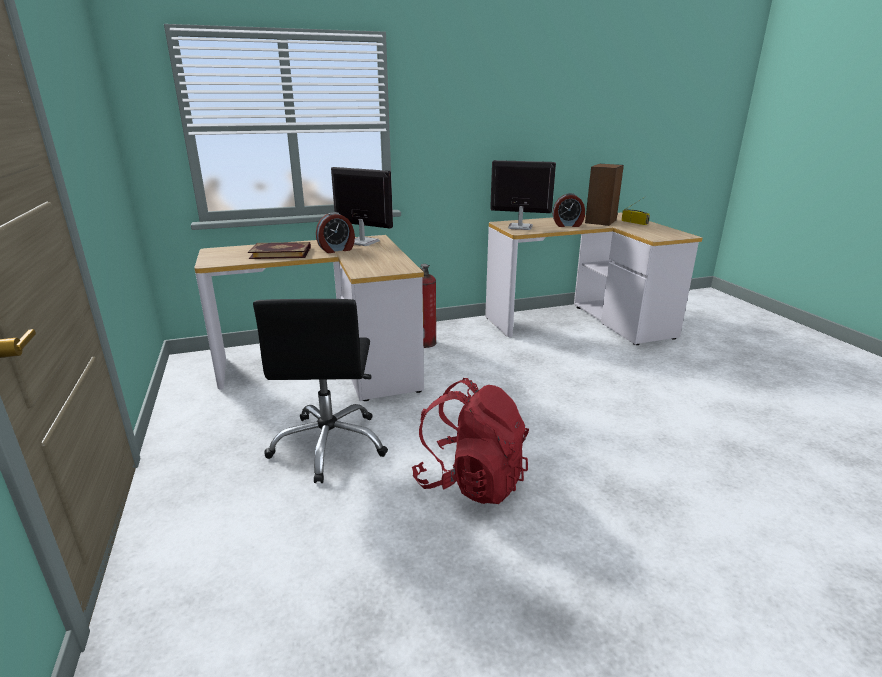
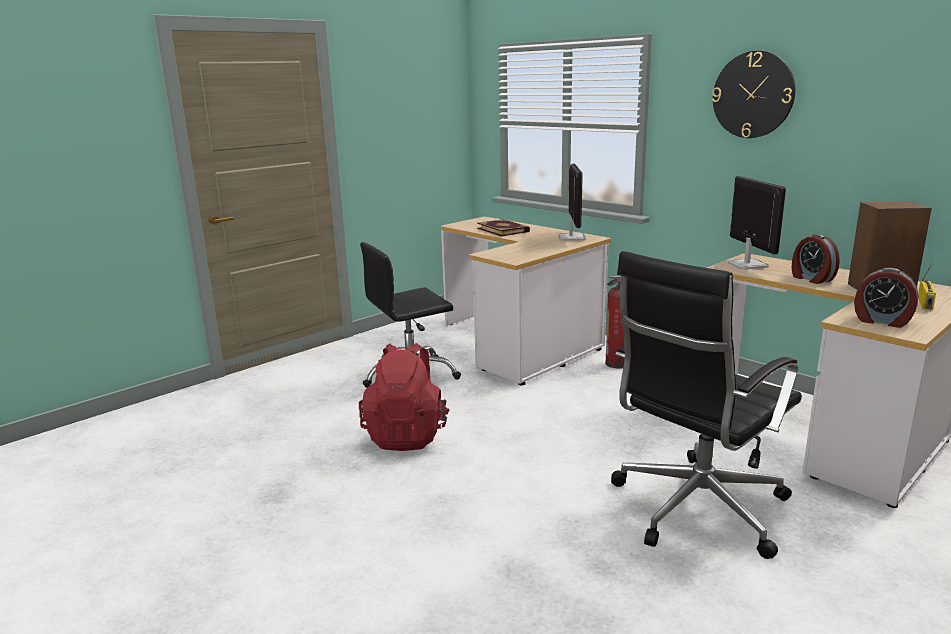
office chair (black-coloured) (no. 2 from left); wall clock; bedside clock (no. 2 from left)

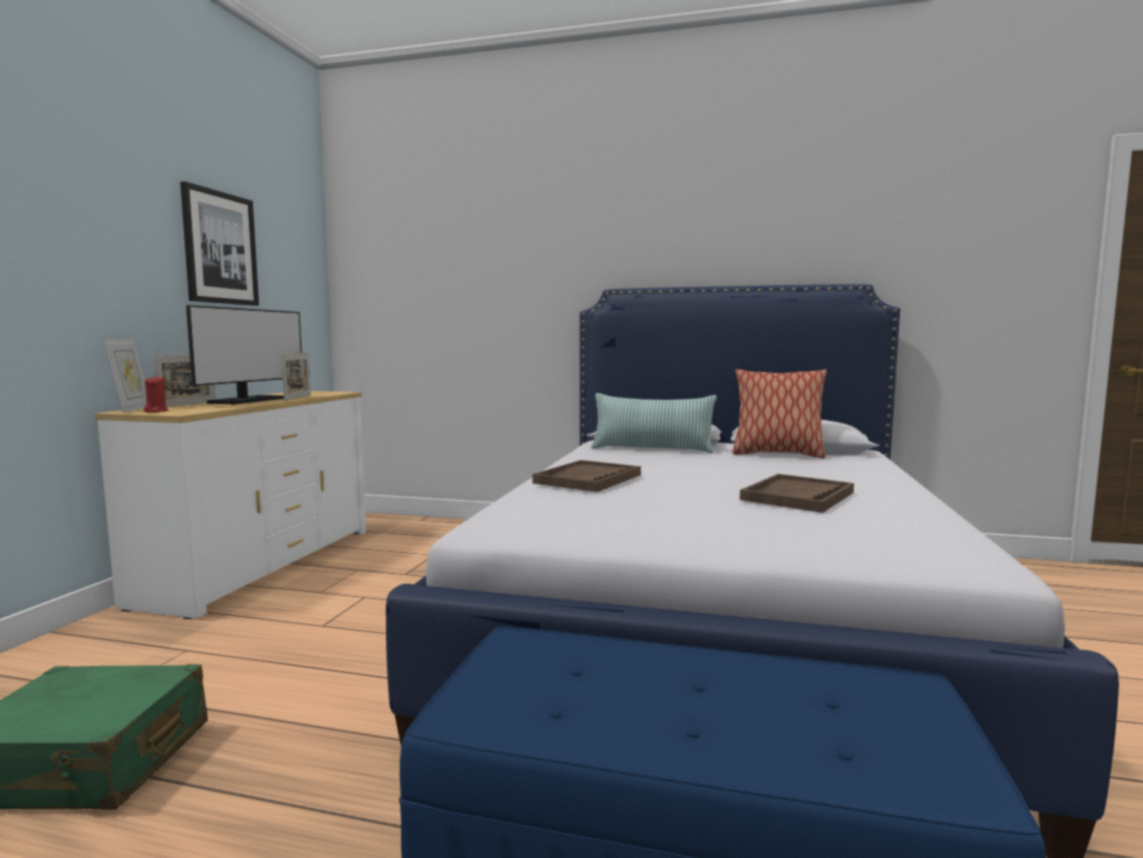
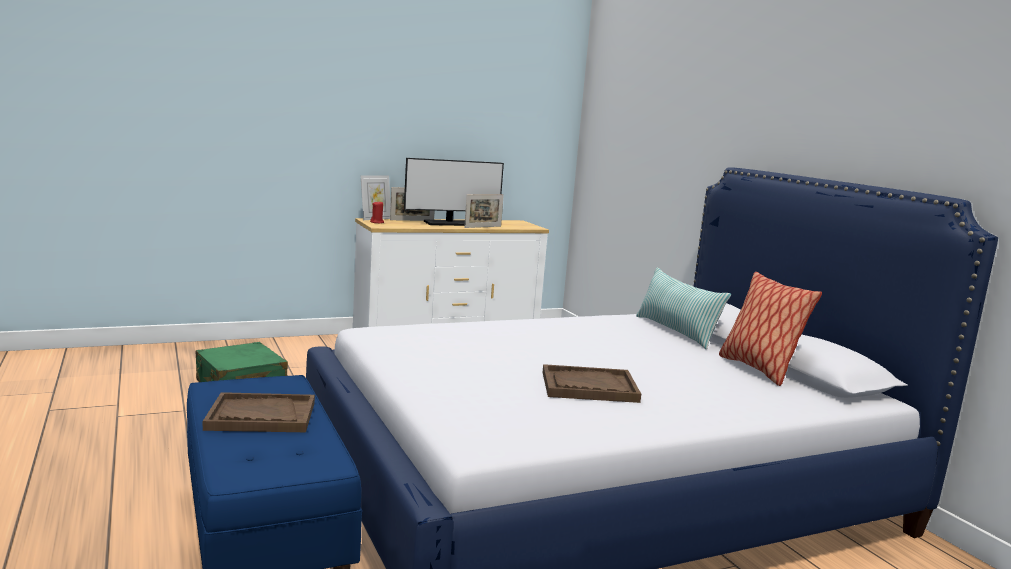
serving tray (brownish) (no. 1 from left); wall art

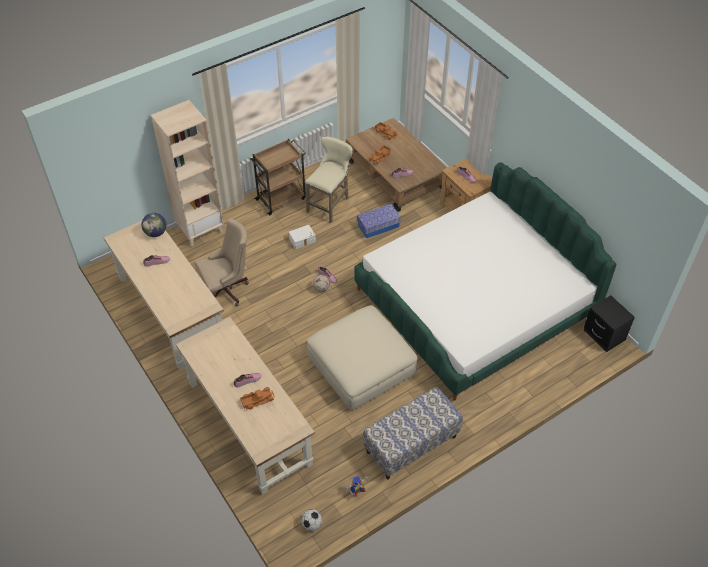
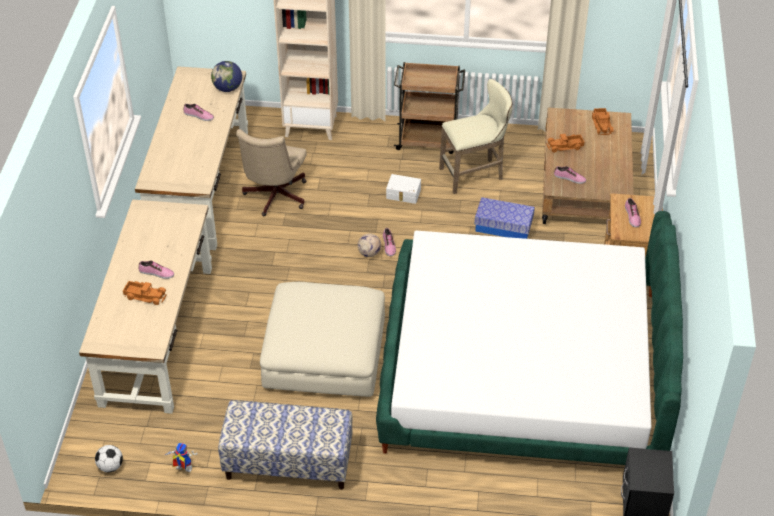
office chair (beige)

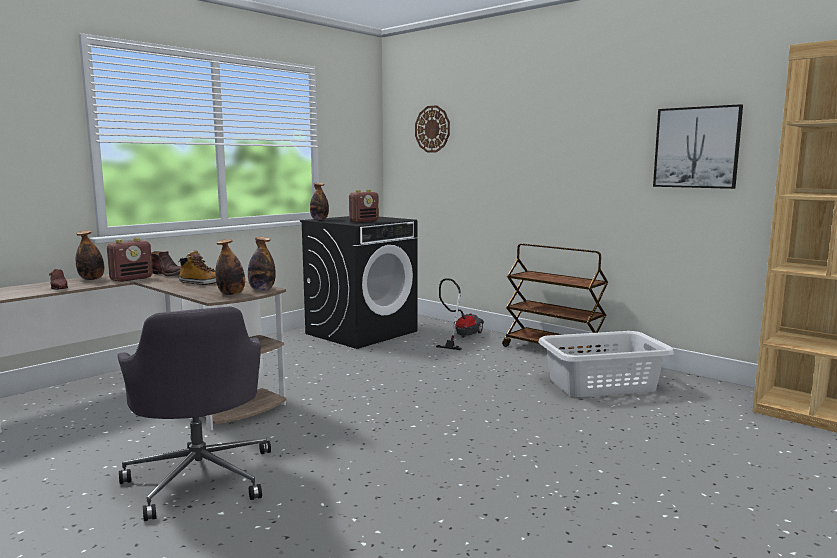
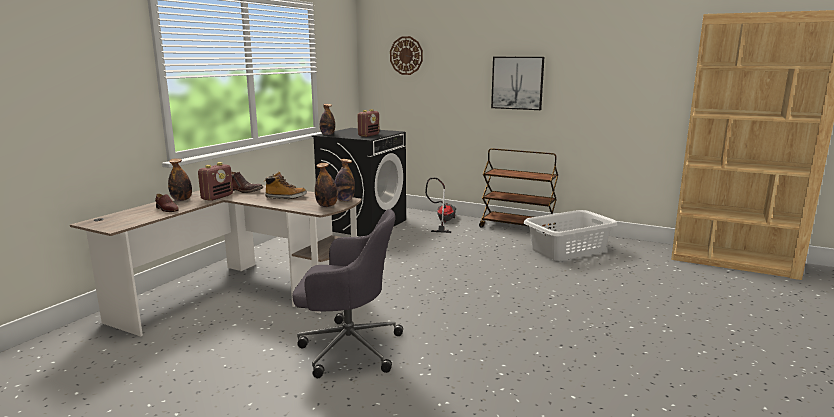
office chair (gray); wall art

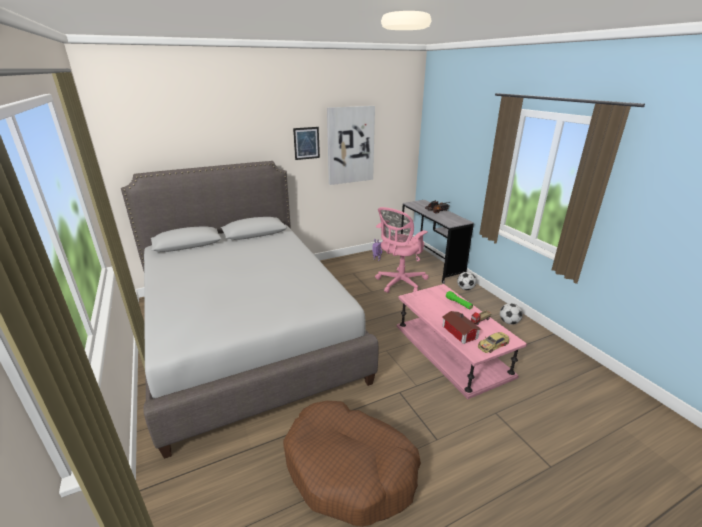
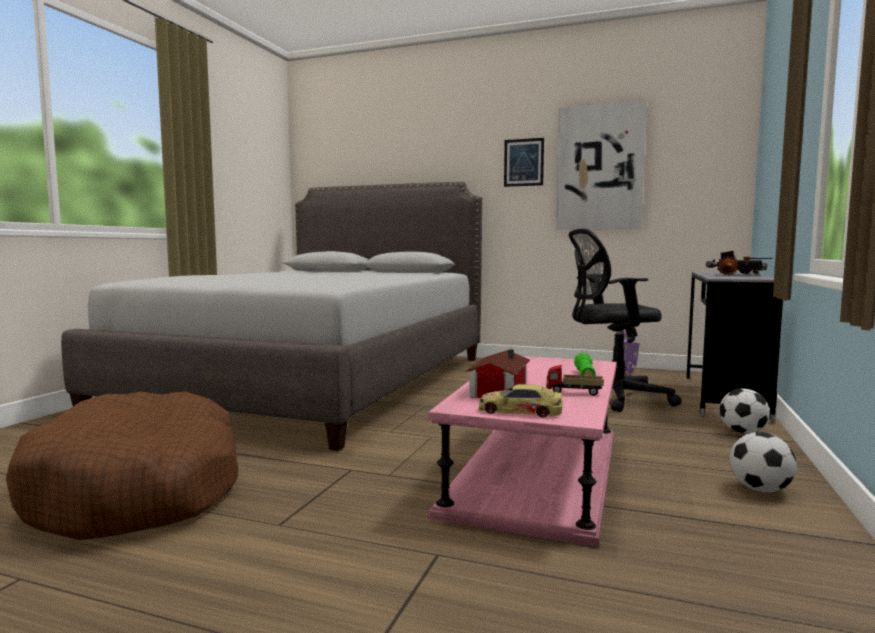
office chair (black-coloured)

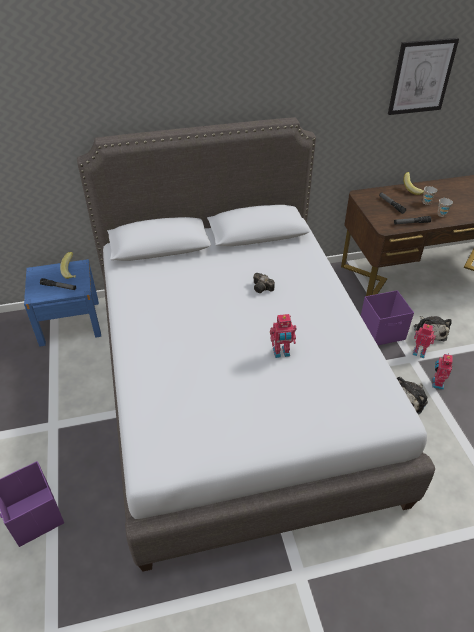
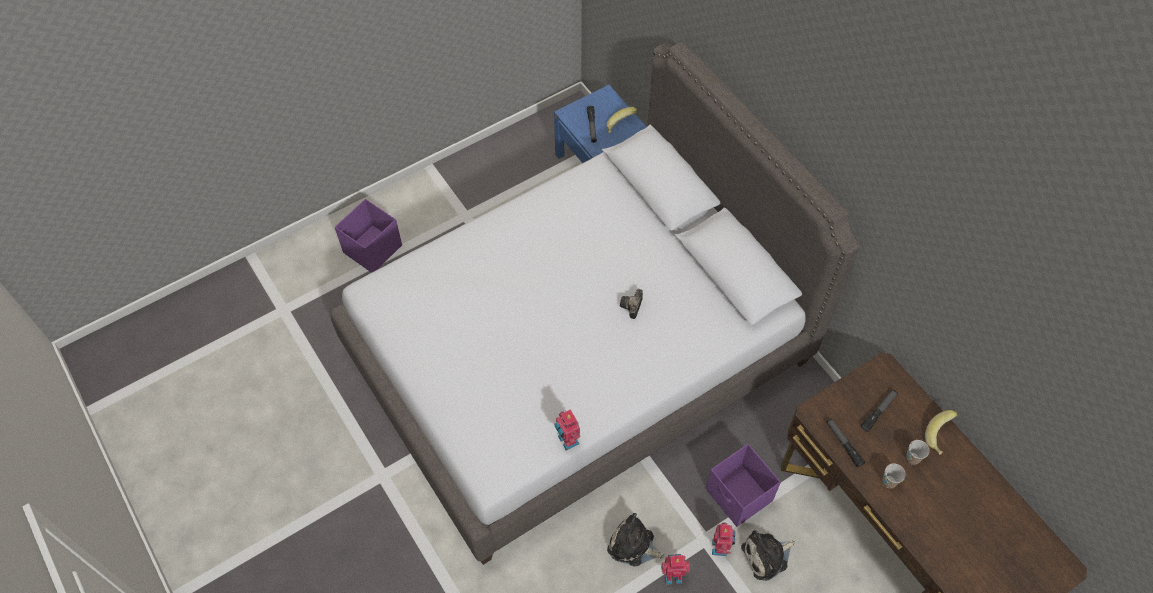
robot figure (no. 1 from left); wall art

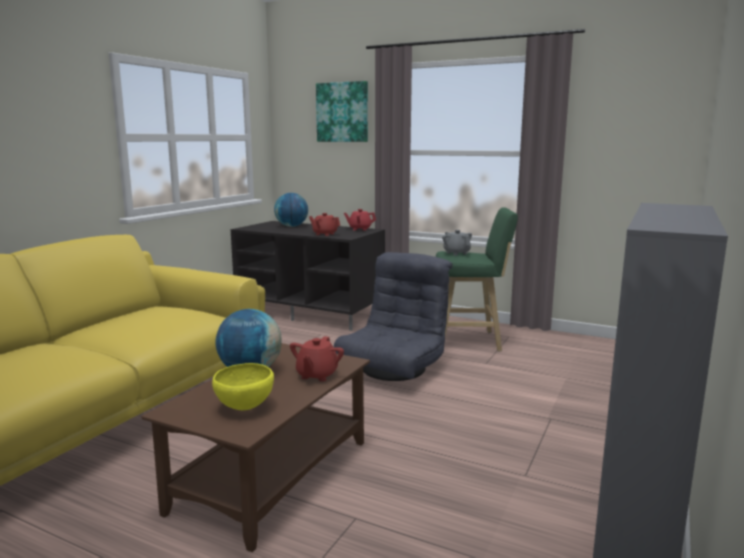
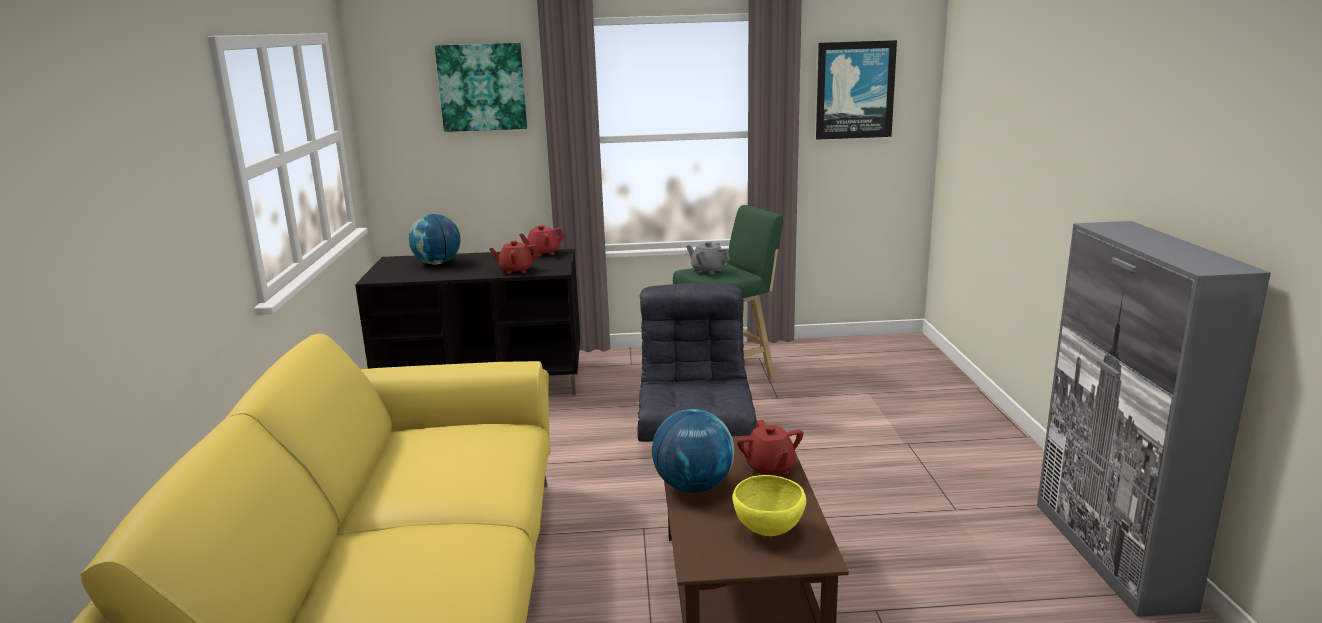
wall art (no. 2 from left)

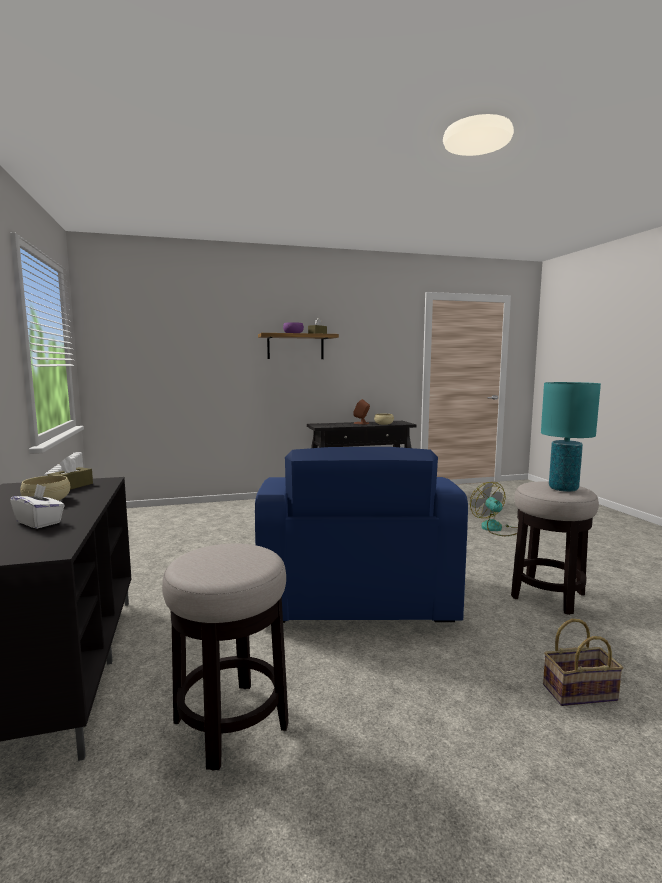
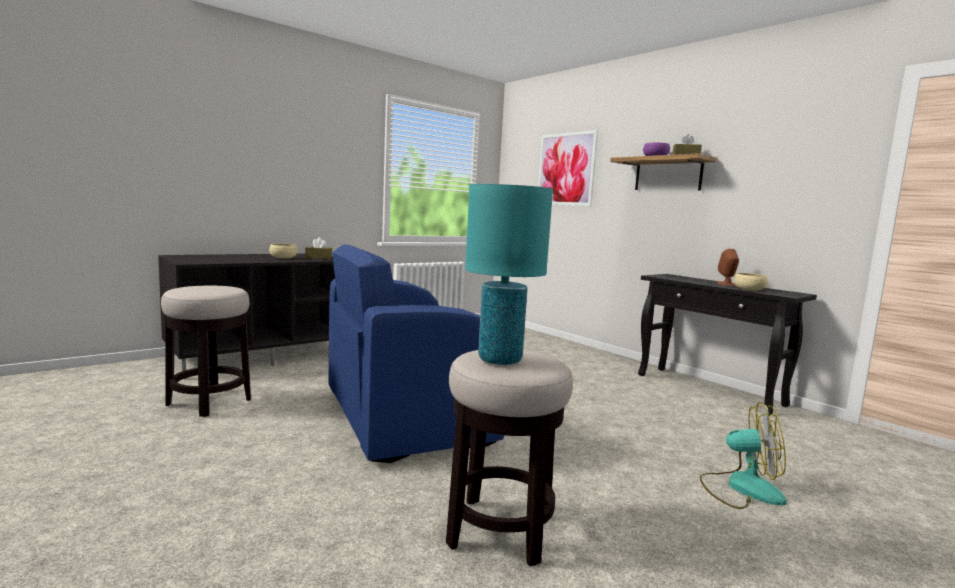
wall art; electric fan; tissue box (white-coloured); household basket

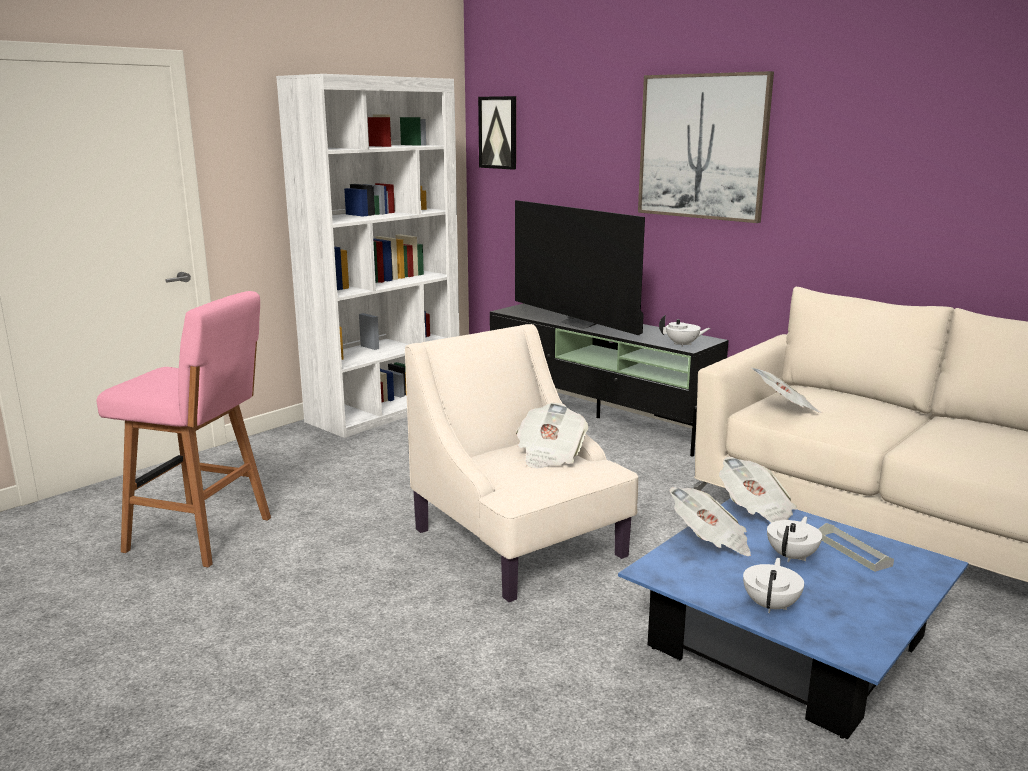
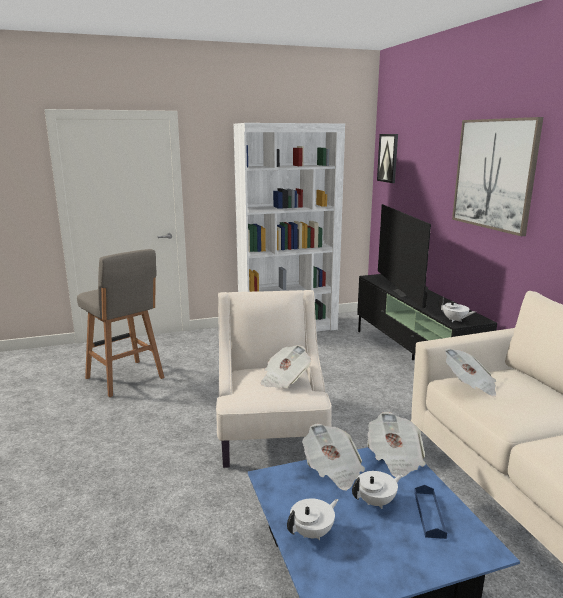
sitting stool (gray); serving tray (blue-coloured)

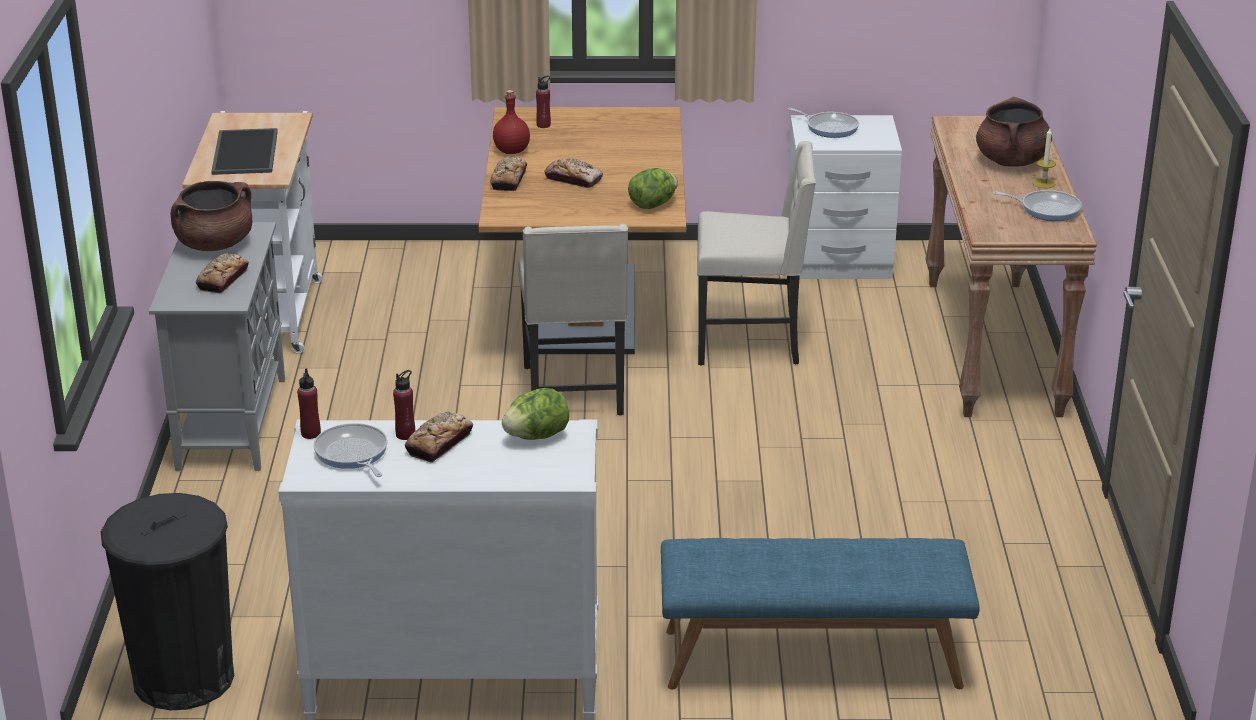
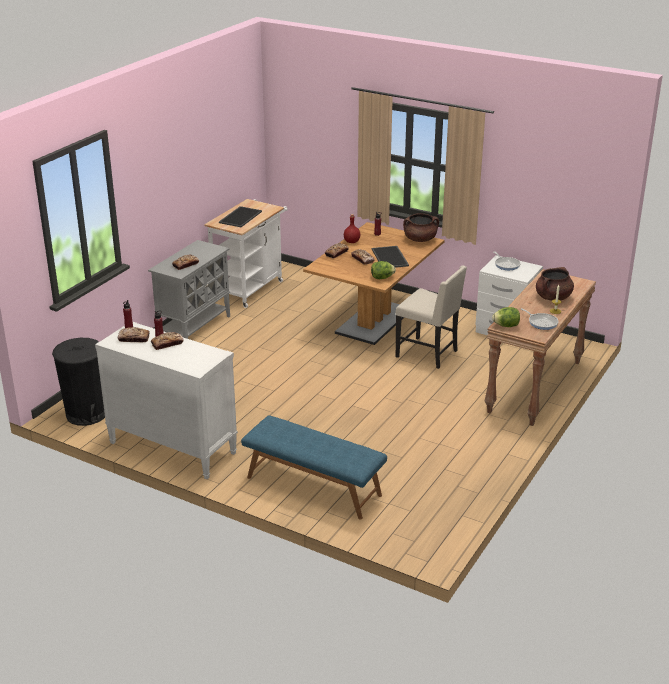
bread (no. 1 from left); serving tray (no. 2 from left); stockpot (brownish) (no. 1 from left); head of lettuce (no. 2 from left); chair (beige) (no. 1 from left in the first image)

